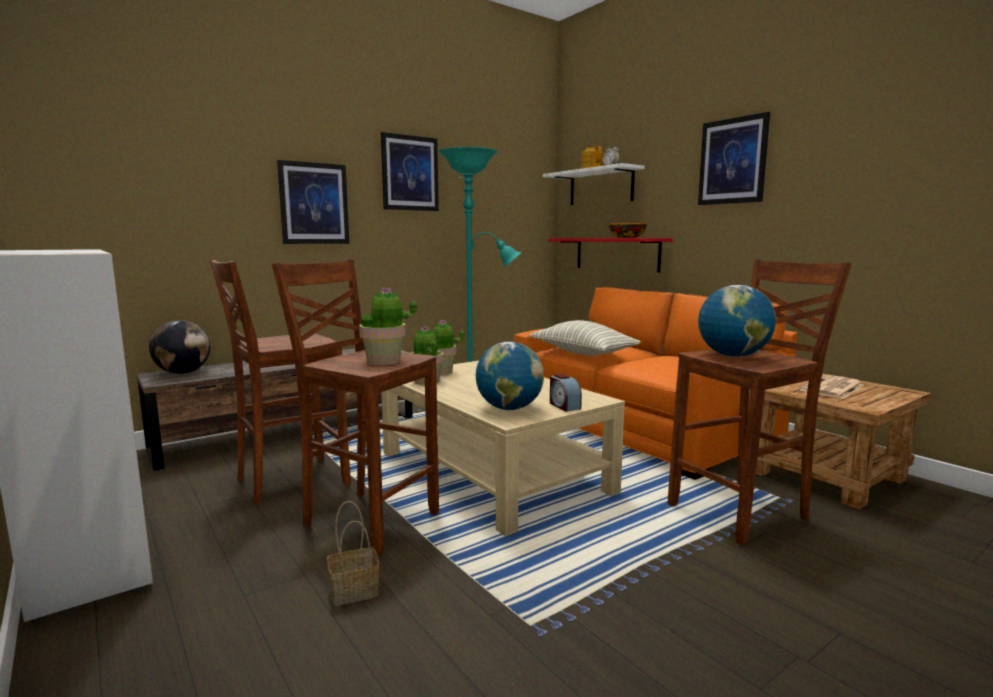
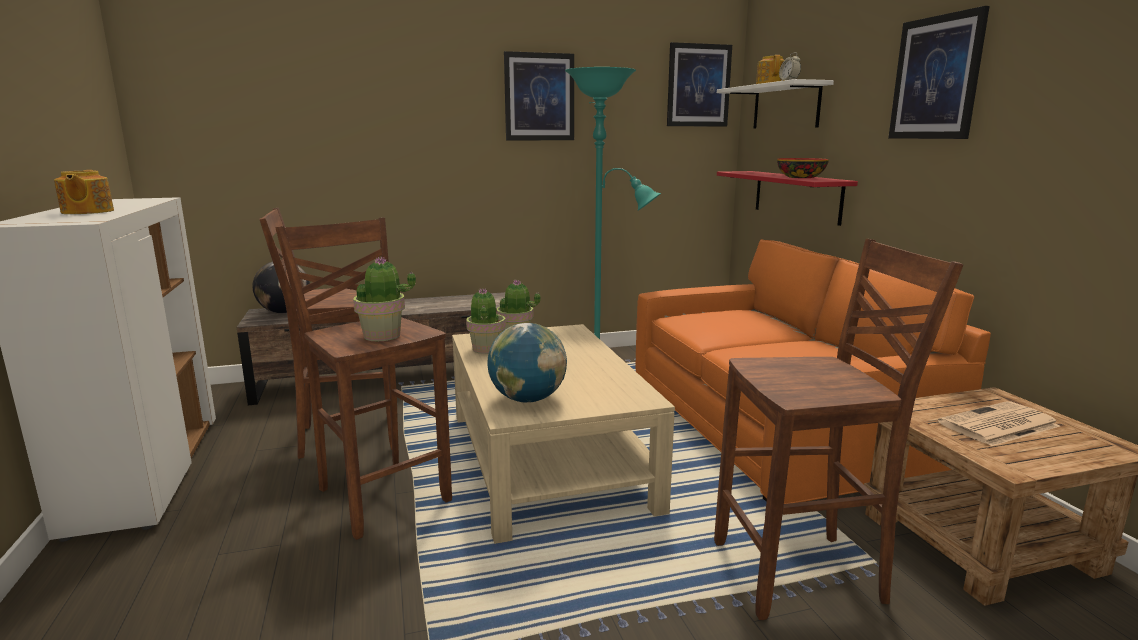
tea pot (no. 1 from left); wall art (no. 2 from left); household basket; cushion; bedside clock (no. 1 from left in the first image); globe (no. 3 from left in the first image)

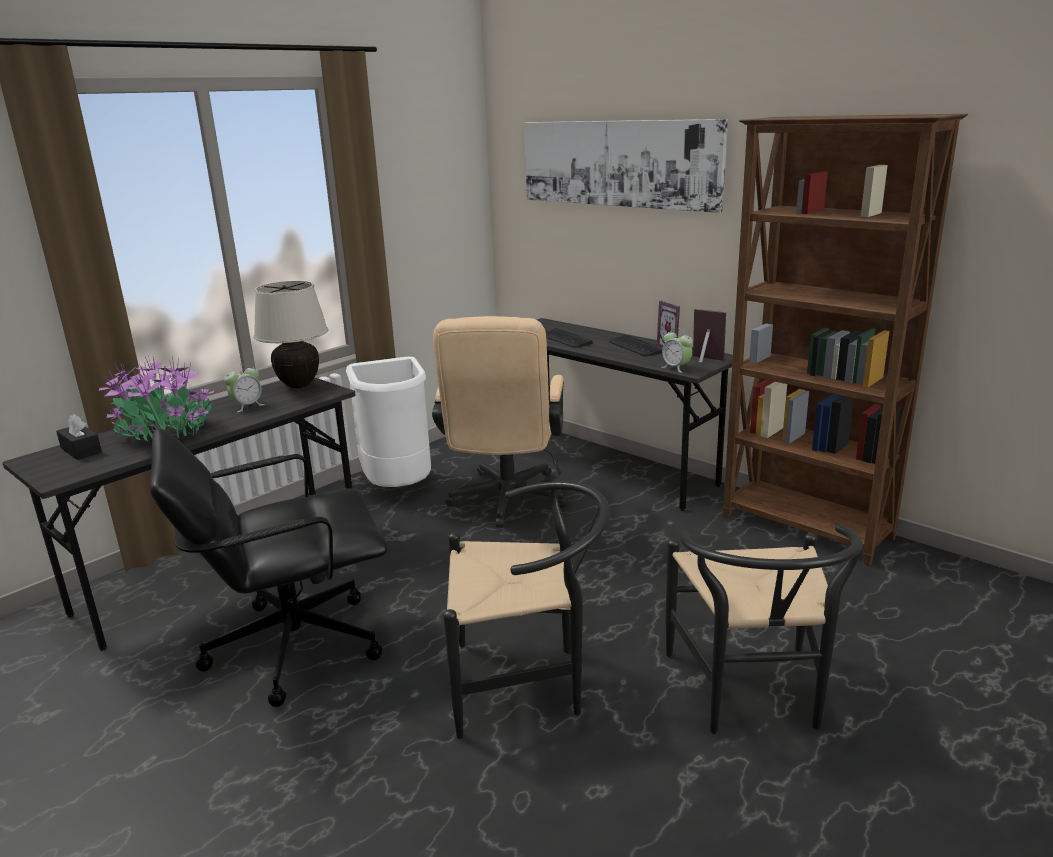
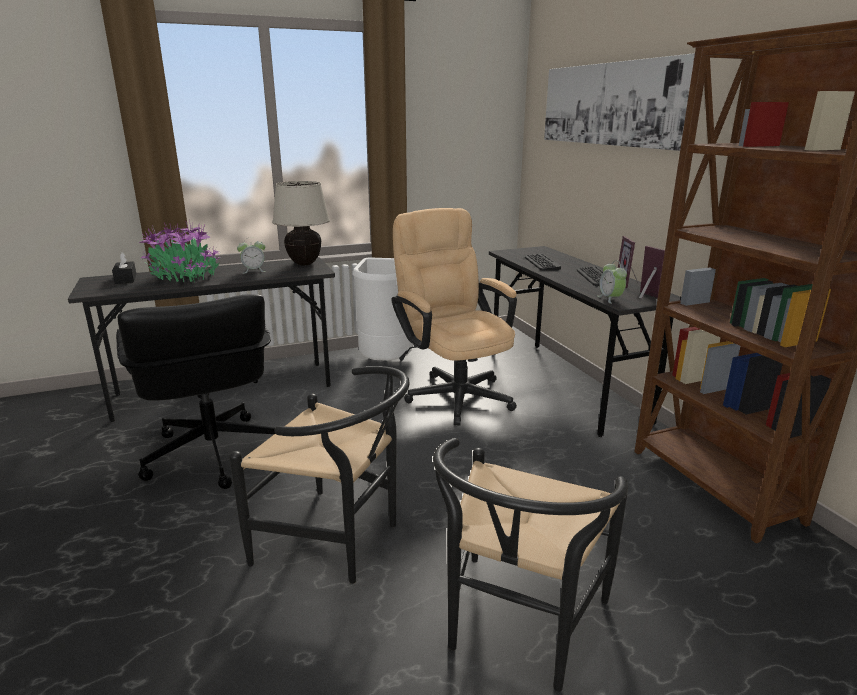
office chair (black-coloured); office chair (beige)

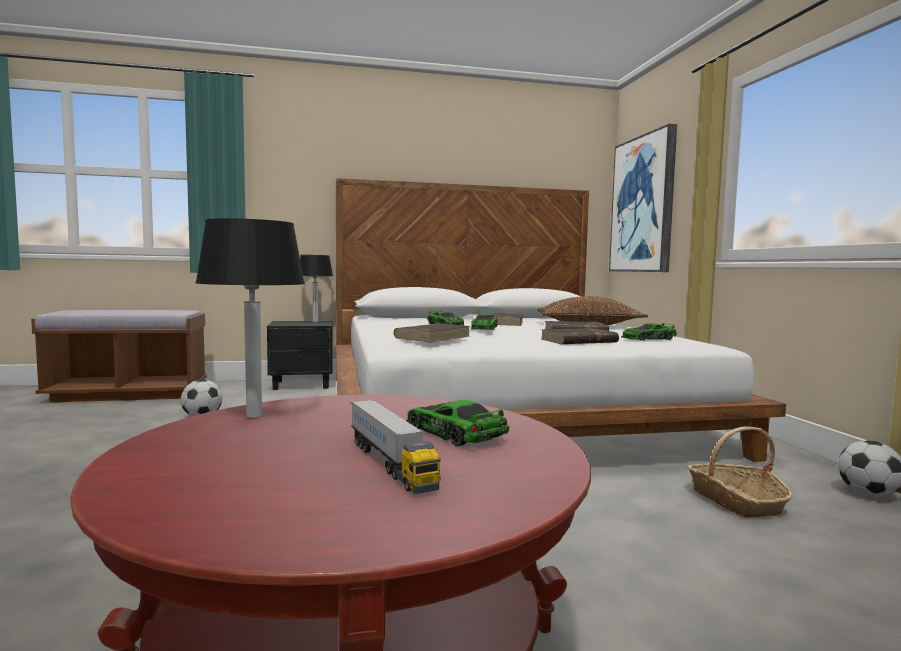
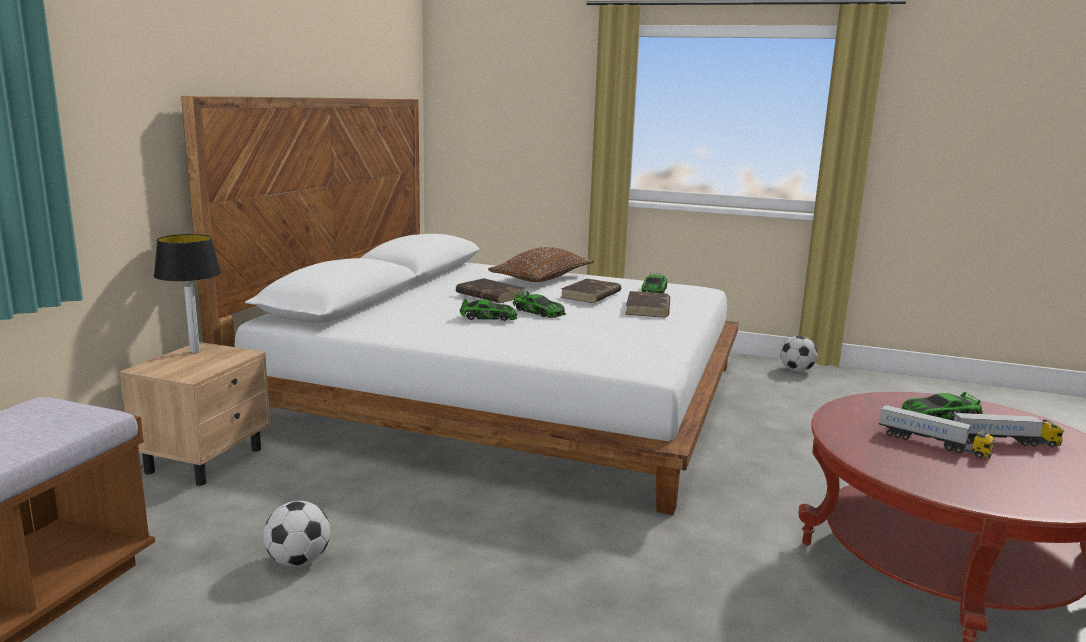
night table (beige); model truck (no. 1 from left); table lamp (no. 1 from left in the first image); volume (brownish) (no. 1 from left in the first image); wall art; household basket

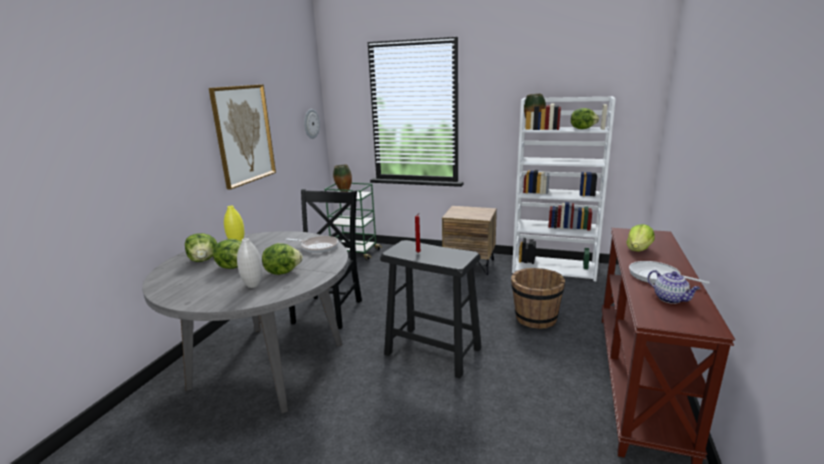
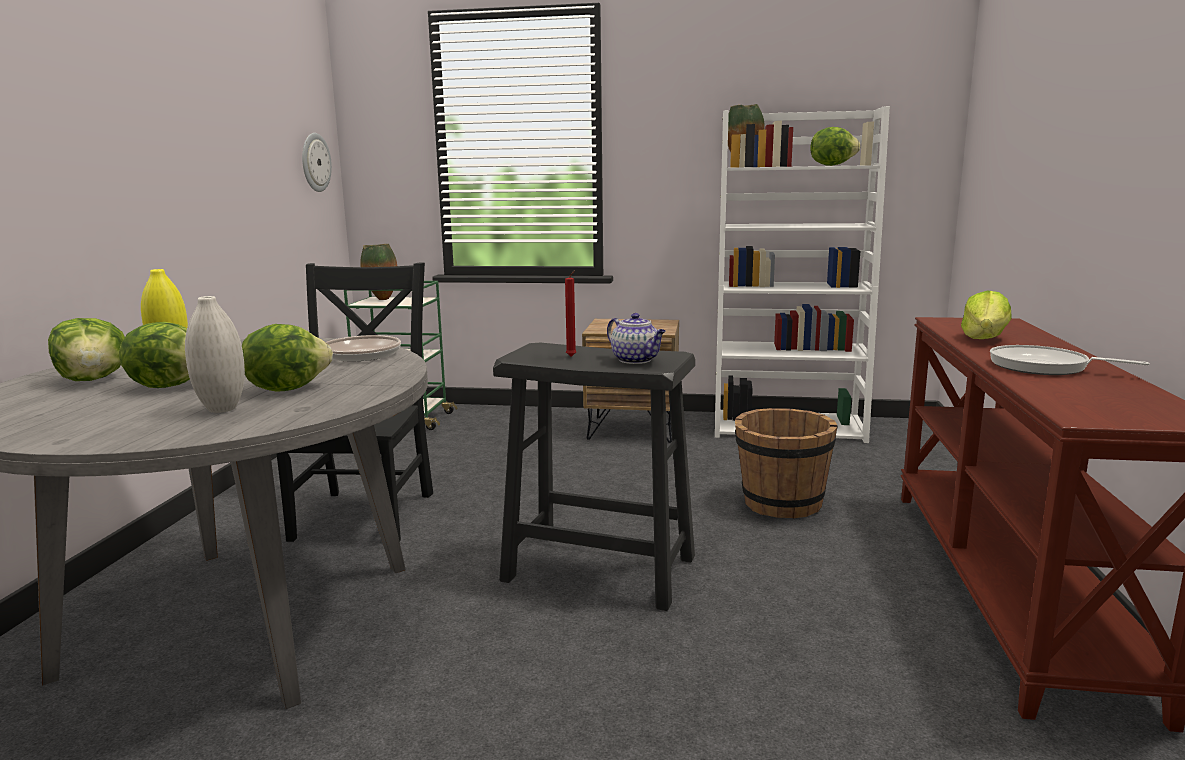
tea pot; wall art

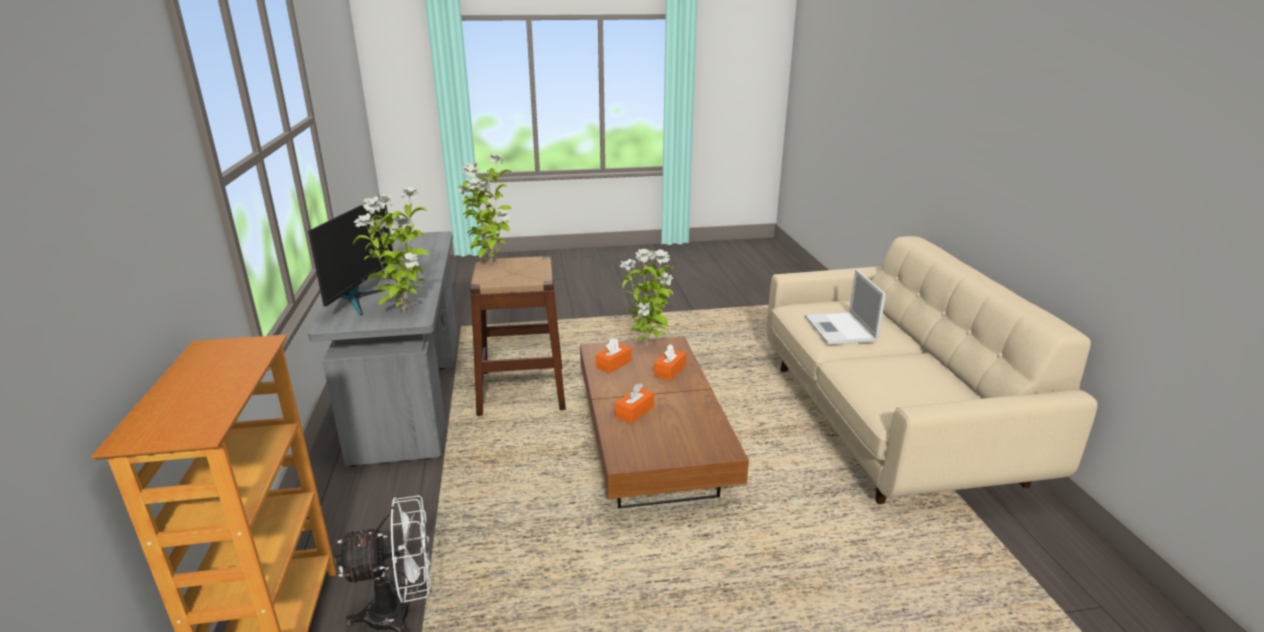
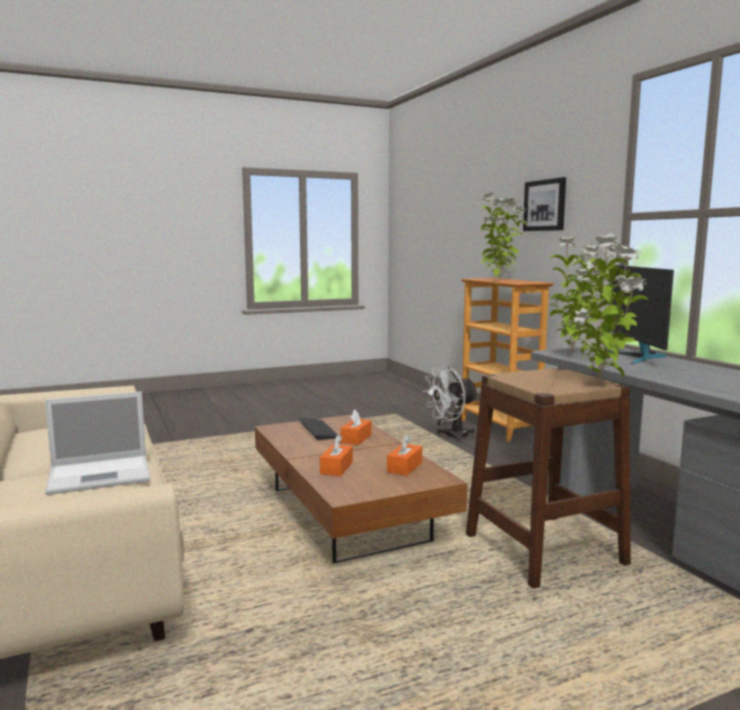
notebook computer; PC keyboard; plant in a pot (no. 1 from left); wall art

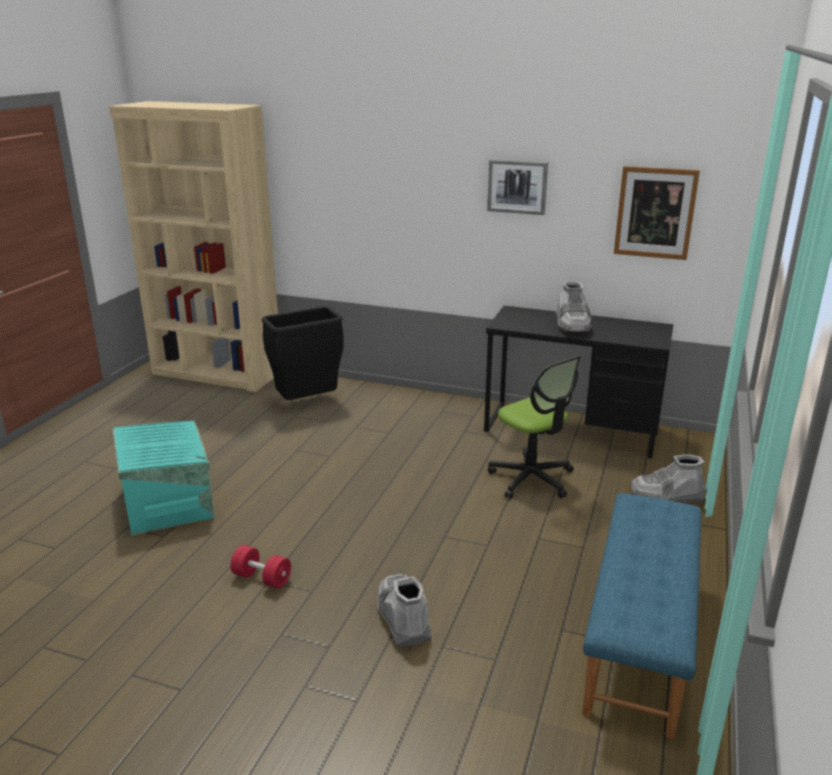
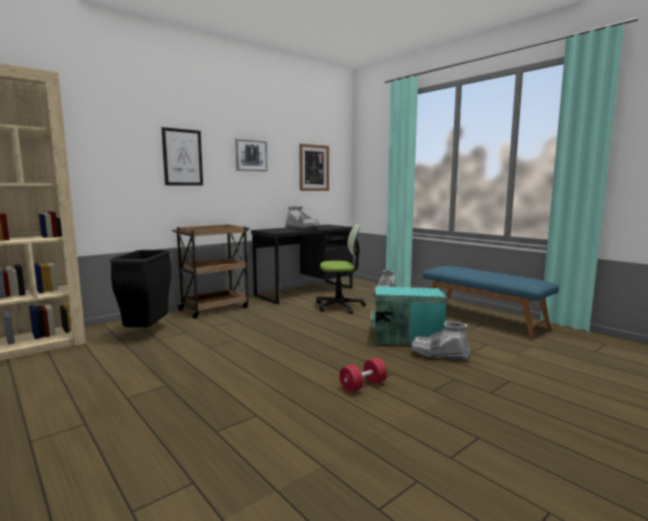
wall art (no. 1 from left); cart (brownish); storage container (turquoise-coloured)

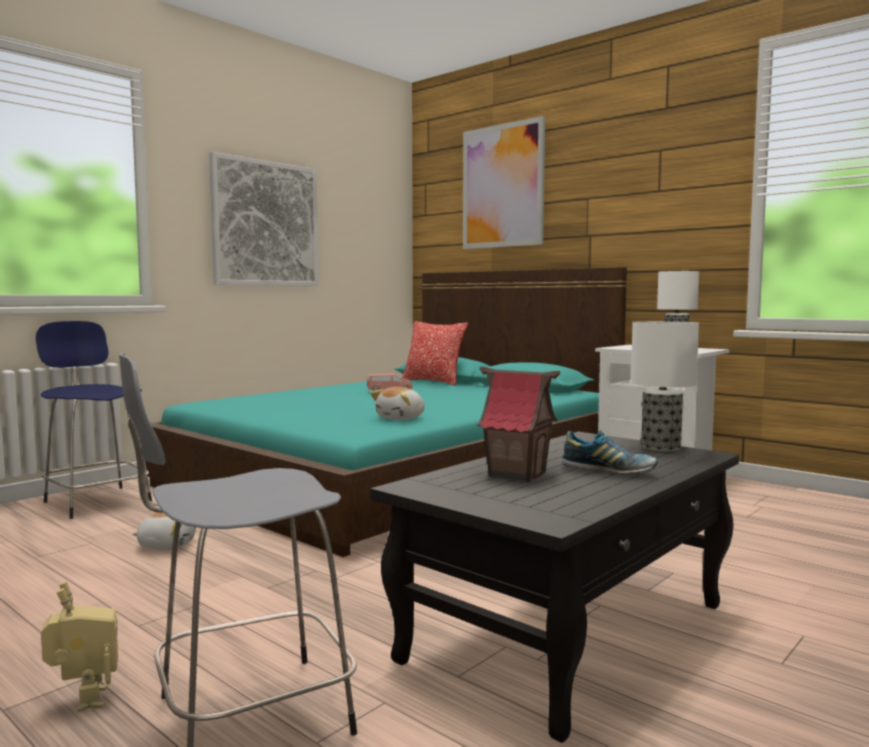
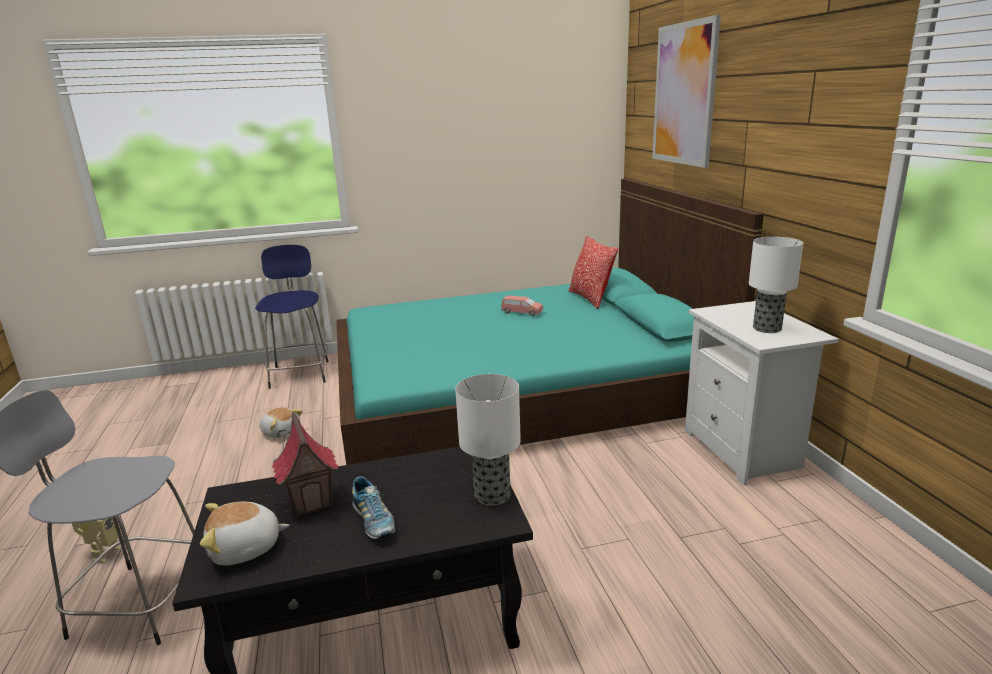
cuddly toy (no. 1 from left); wall art (no. 1 from left in the first image)

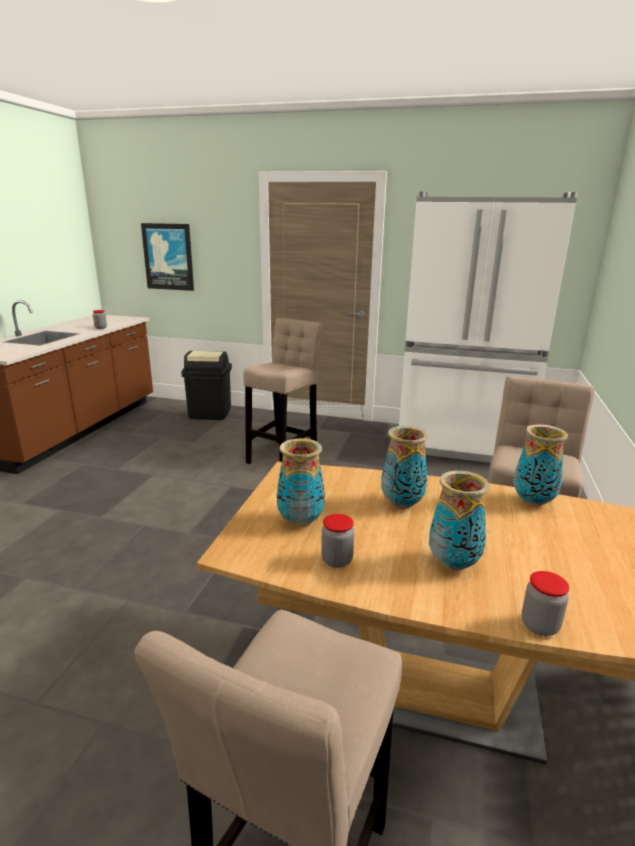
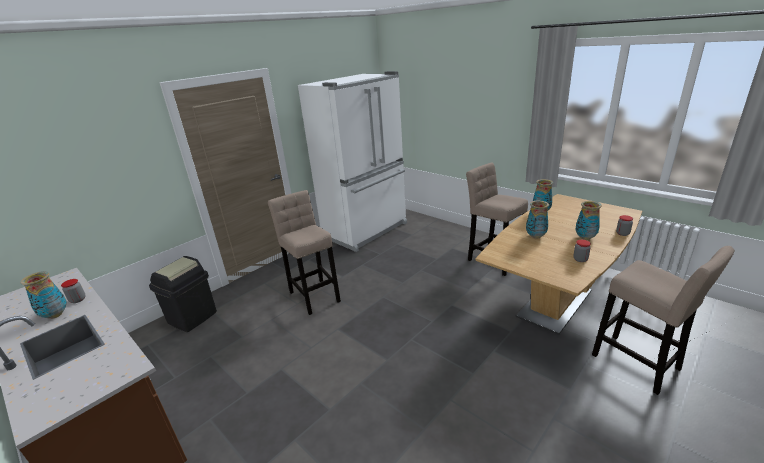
decorative vase (no. 1 from left); wall art

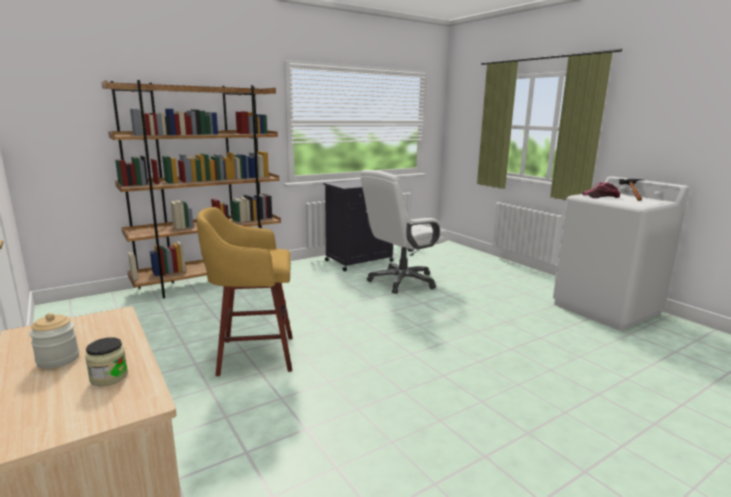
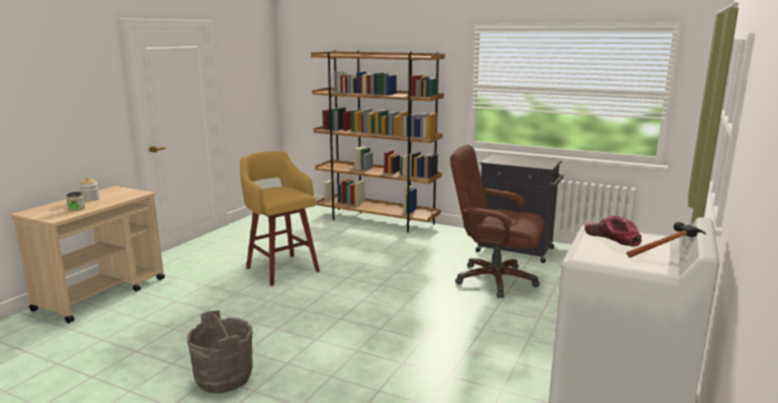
water bucket (gray); office chair (brownish)

